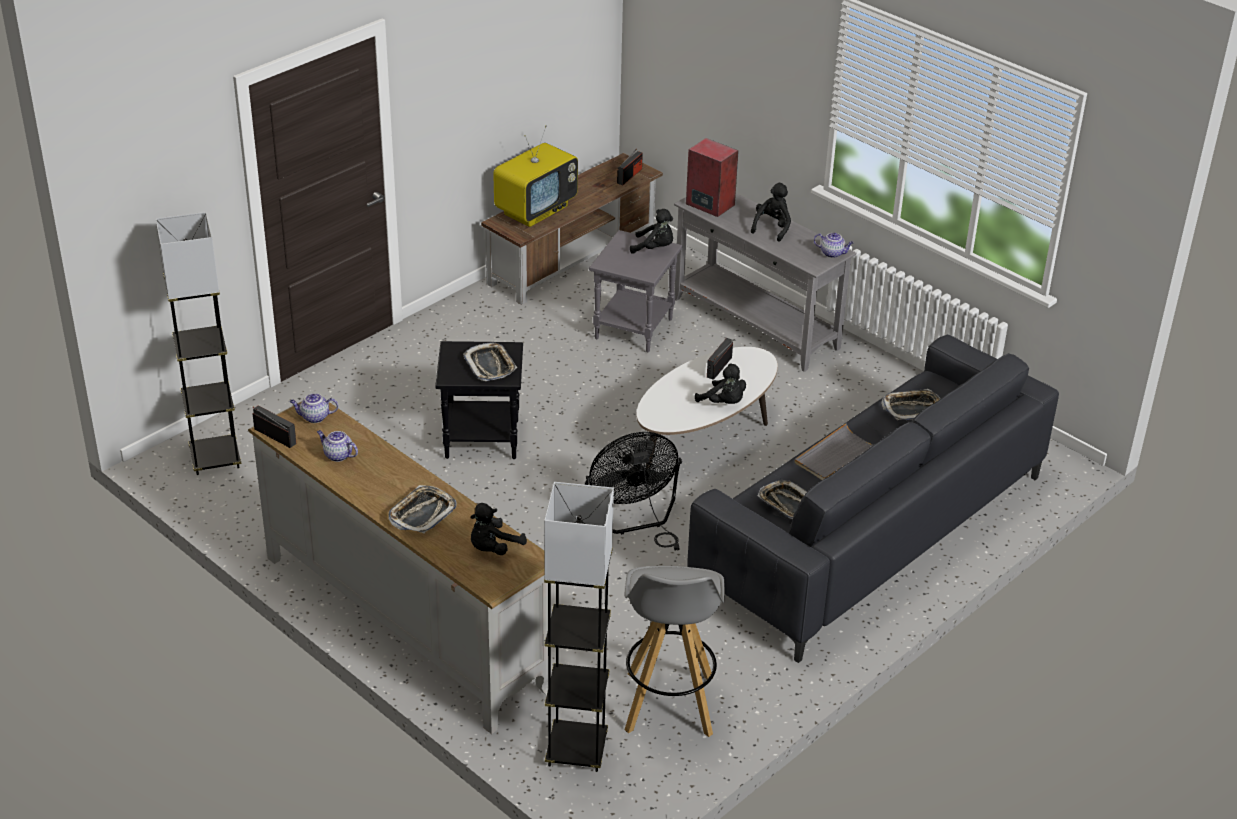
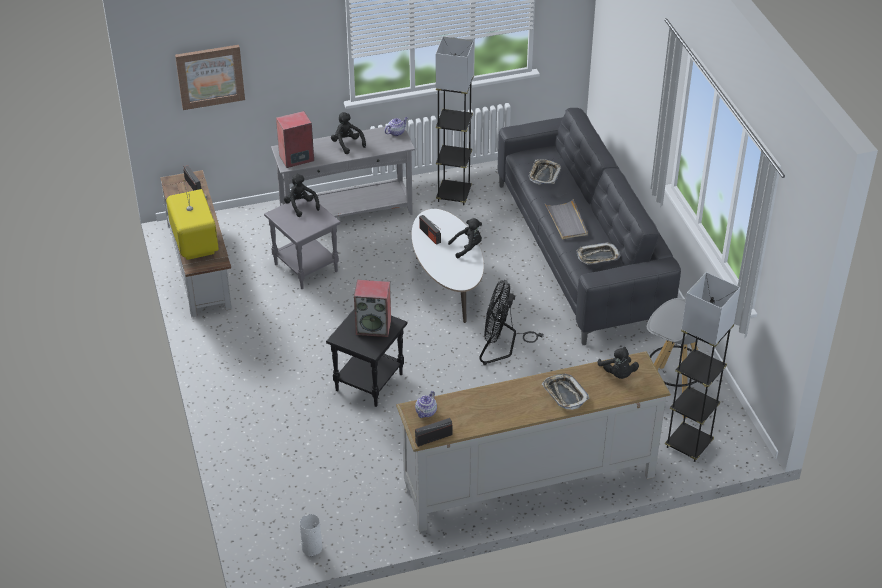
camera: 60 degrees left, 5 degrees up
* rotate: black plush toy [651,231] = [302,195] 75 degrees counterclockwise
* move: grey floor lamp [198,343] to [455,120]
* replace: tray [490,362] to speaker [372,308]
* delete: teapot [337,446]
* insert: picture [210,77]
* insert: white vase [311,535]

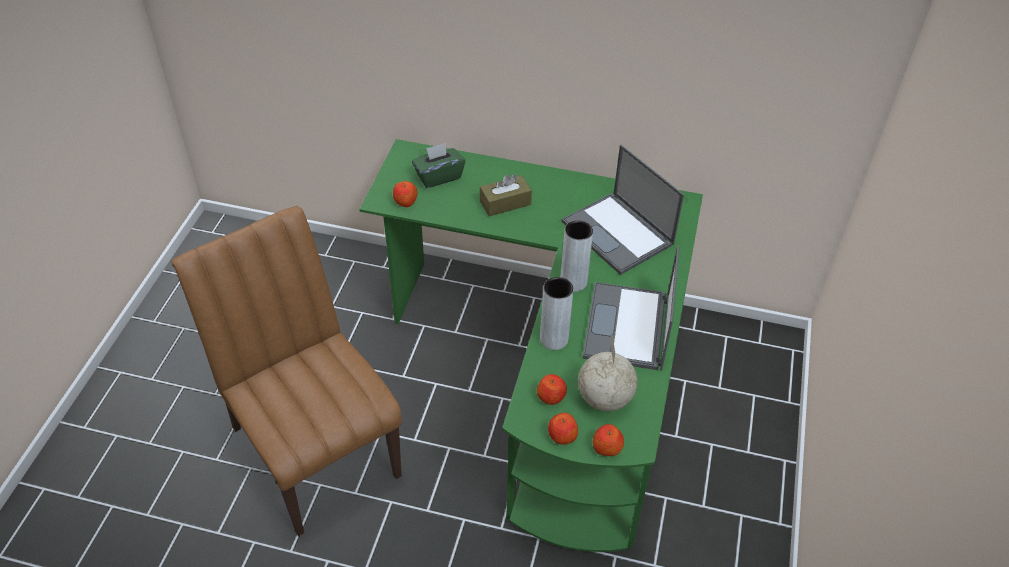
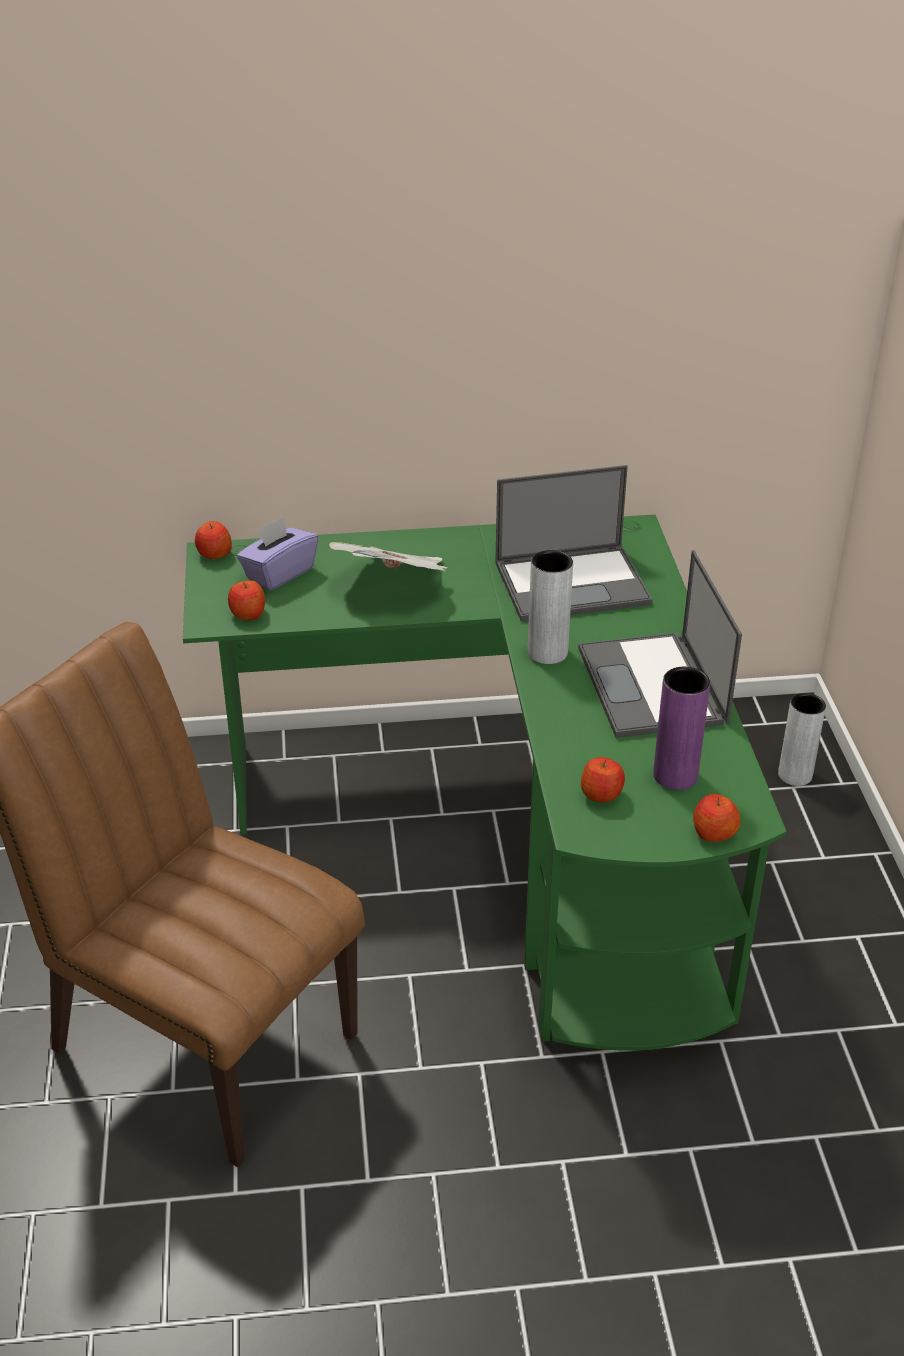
camera: 20 degrees left, 10 degrees down
* recolor: green tissue box [438,165] to purple tissue box [277,554]
* rotate: laptop [623,210] = [574,543] 45 degrees counterclockwise
* replace: brown tissue box [506,195] to newspaper [388,556]
* move: grey vase [556,313] to [802,739]
* replace: globe [607,372] to purple vase [681,728]
* move: apple [563,429] to [213,540]

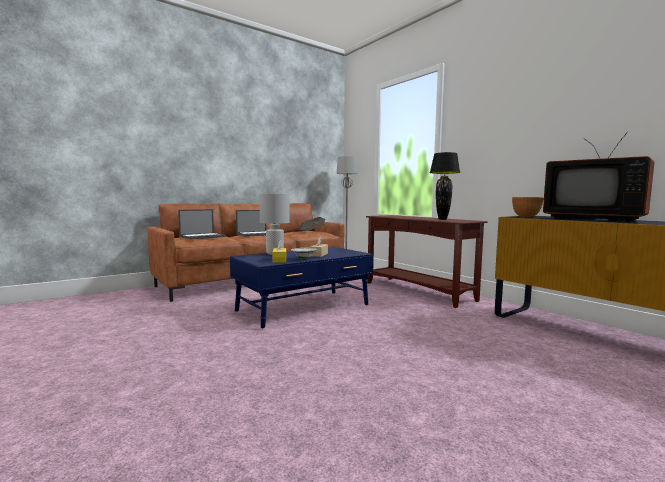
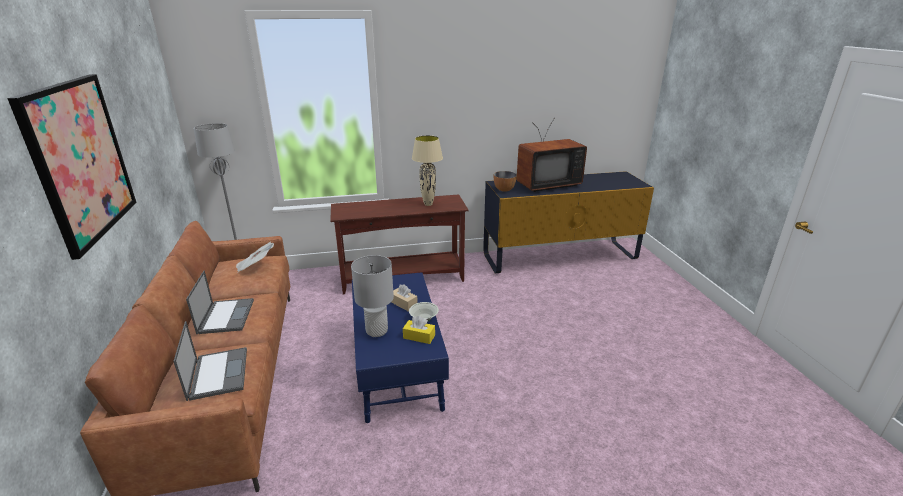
camera: 65 degrees left, 20 degrees up
* recolor: black table lamp [445,186] to beige table lamp [427,170]
* insert: picture [72,167]

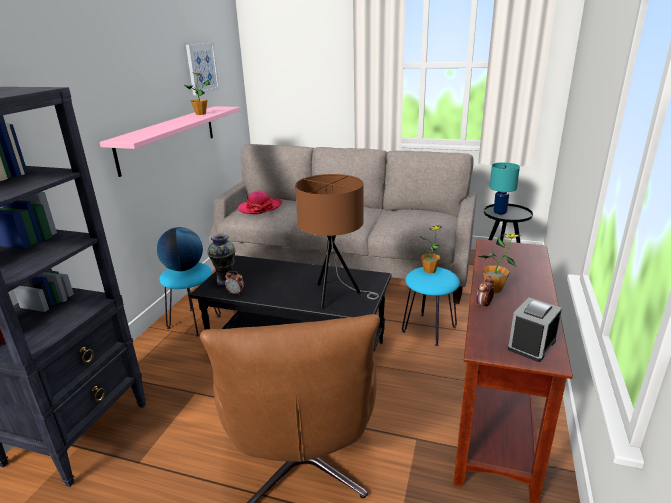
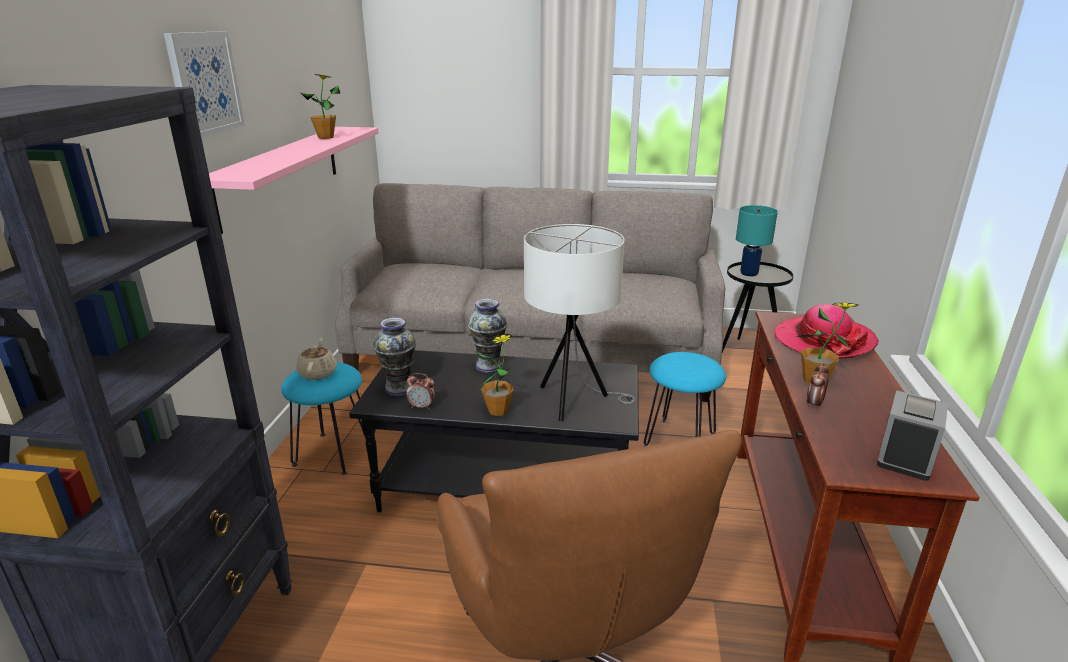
camera: 10 degrees left, 0 degrees up
* move: picture [203,69] to [204,84]
* recolor: brown table lamp [337,241] to white table lamp [580,322]
* move: hat [260,202] to [826,331]
* move: potted plant [430,249] to [494,374]
* replace: globe [180,249] to beige teapot [317,359]
* insert: vase [487,336]

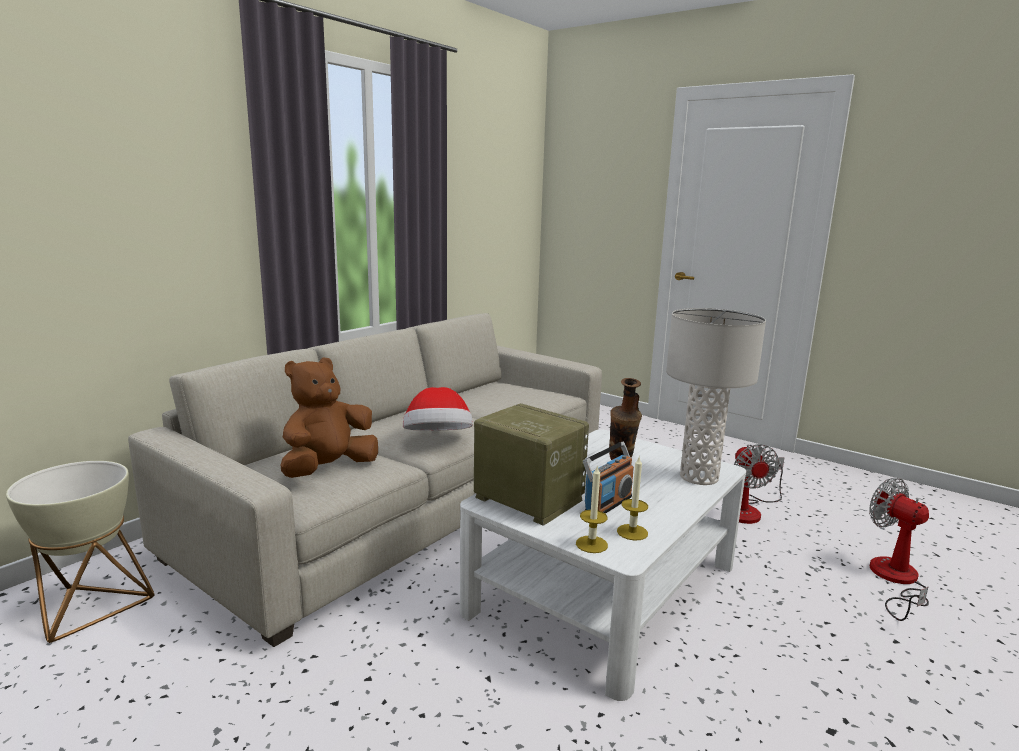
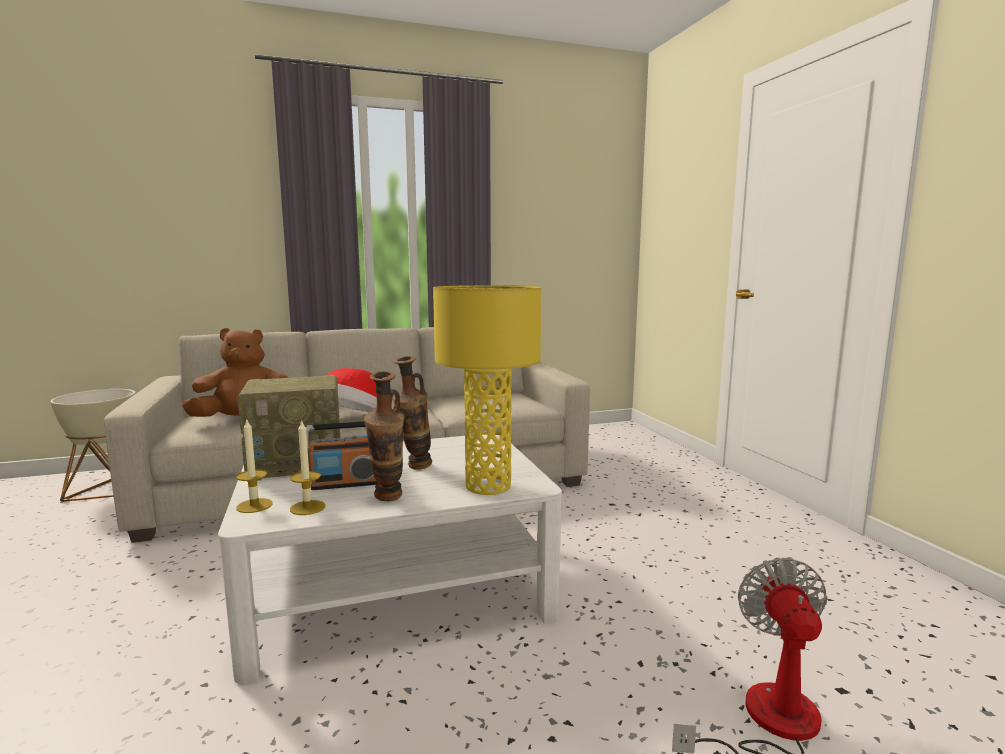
camera: 35 degrees right, 5 degrees down
* recolor: white table lamp [716,396] to yellow table lamp [487,390]
* rotate: radio [531,464] = [289,428] 90 degrees clockwise
* delete: fan [759,484]
* insert: vase [384,436]

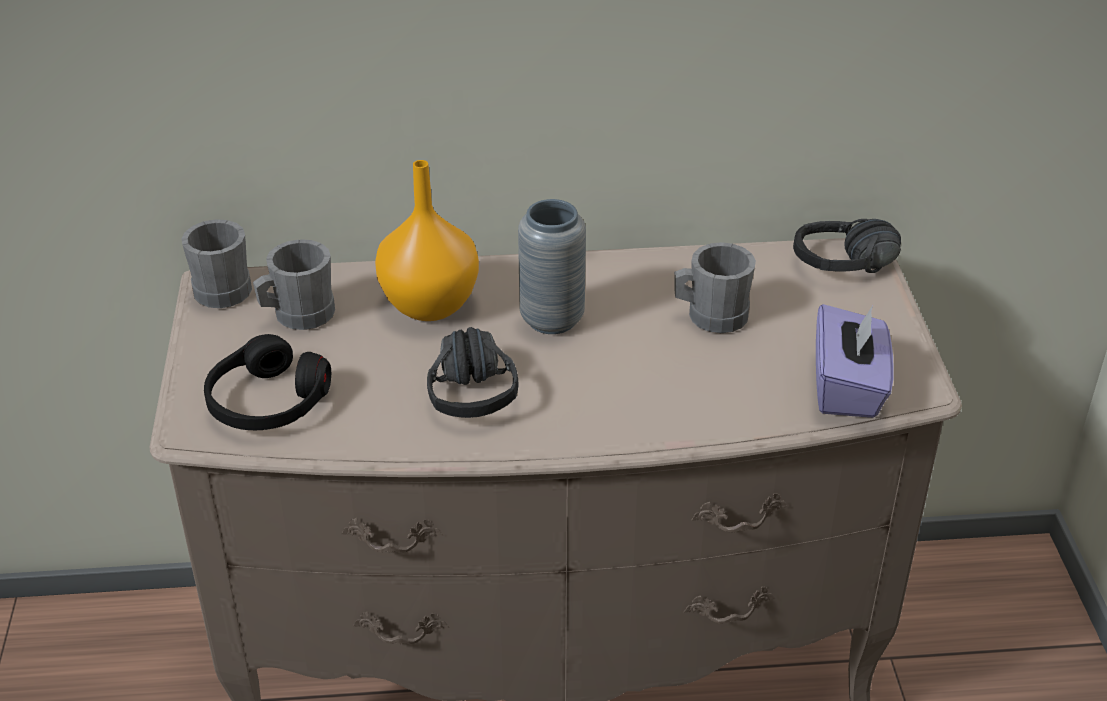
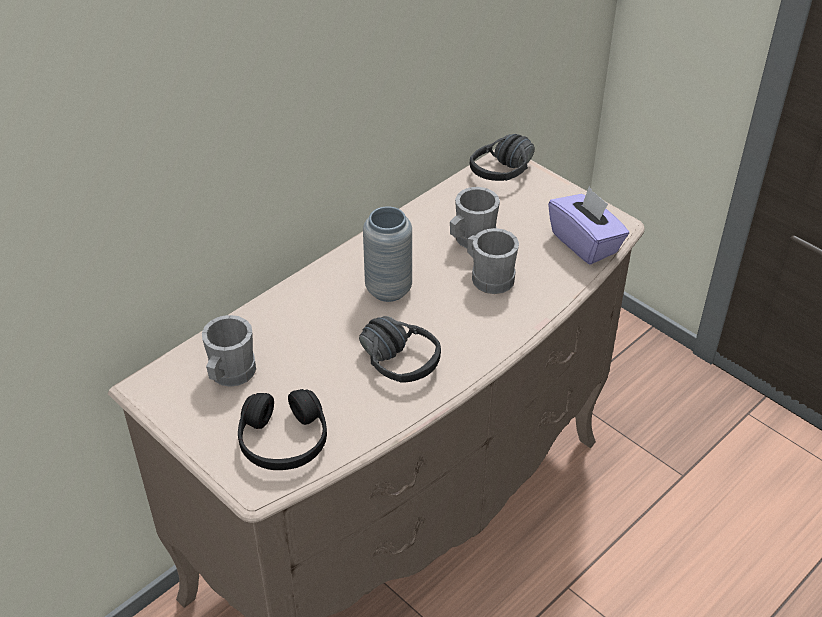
camera: 40 degrees left, 5 degrees up
* delete: orange vase [427,240]
* move: grey mug [216,263] to [493,261]

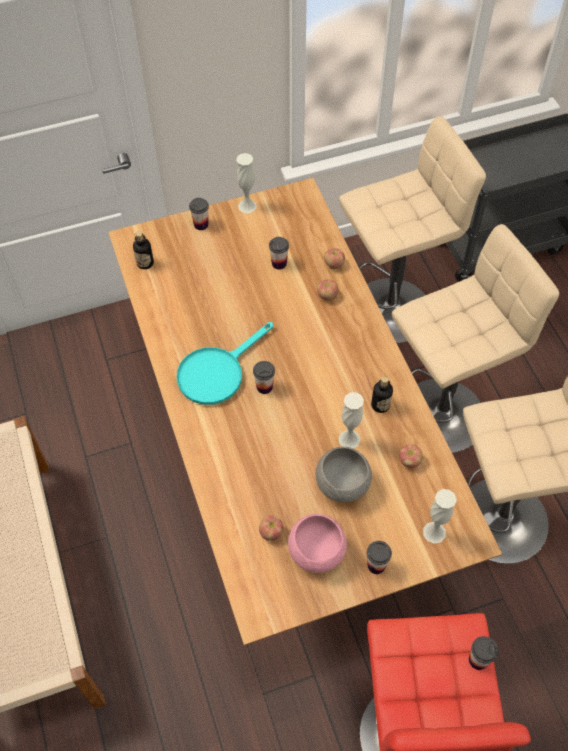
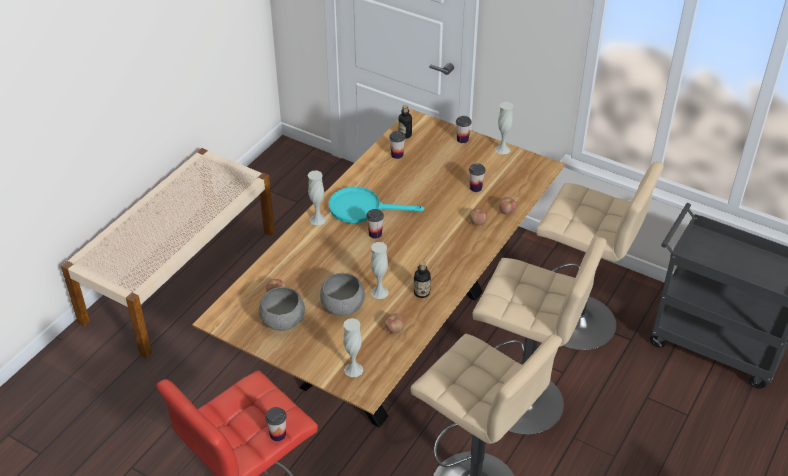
camera: 50 degrees right, 15 degrees down
* recolor: pink bowl [317,543] to grey bowl [282,309]
* move: cup [379,557] to [397,145]
* insert: white vase [317,198]

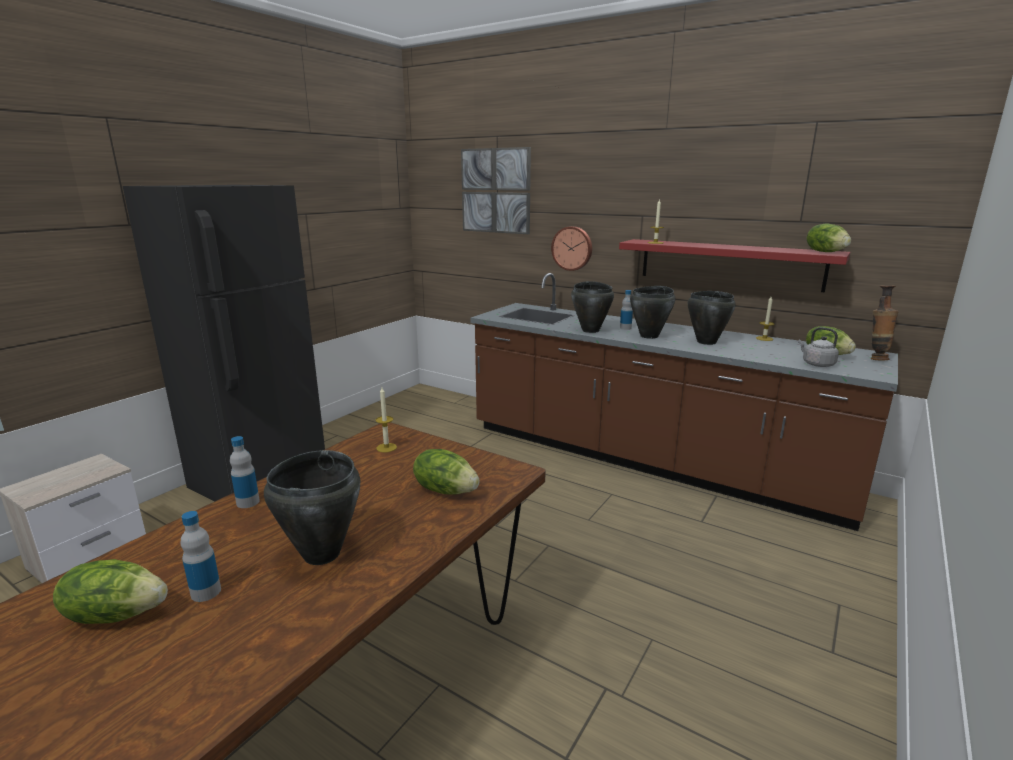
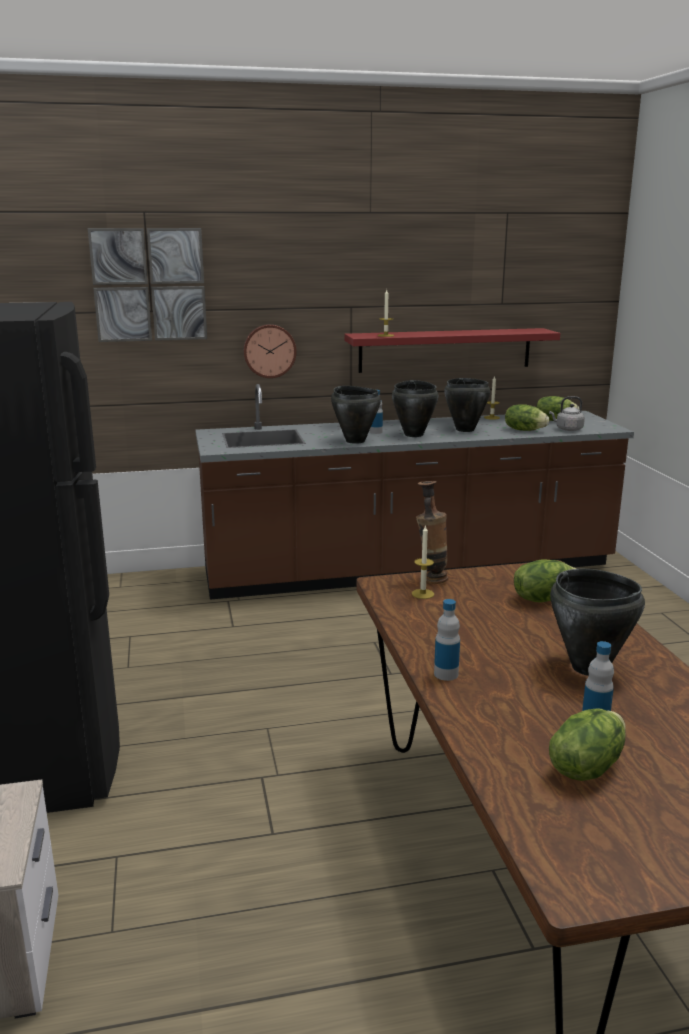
camera: 45 degrees left, 0 degrees up
* move: lettuce [828,238] to [527,417]
* move: vase [885,322] to [432,532]

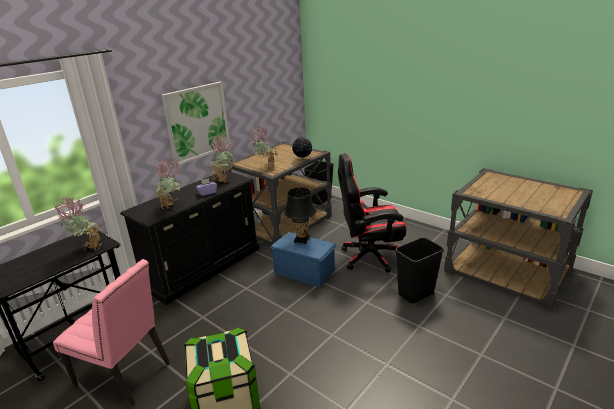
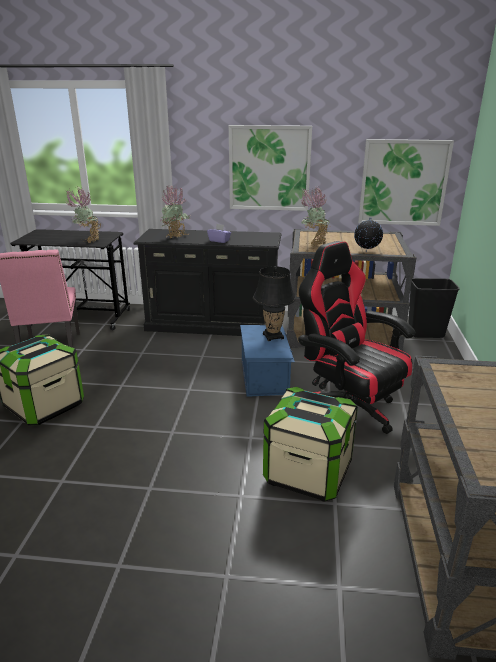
camera: 55 degrees right, 0 degrees up
* delete: potted plant [222,159]
* replace: black trash can [419,270] to storage box [310,444]
* insert: picture [406,182]

